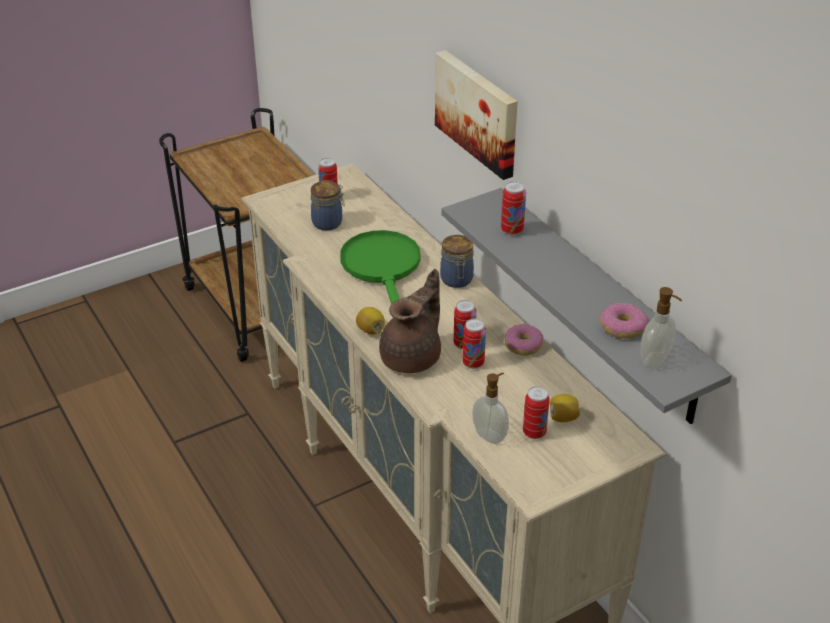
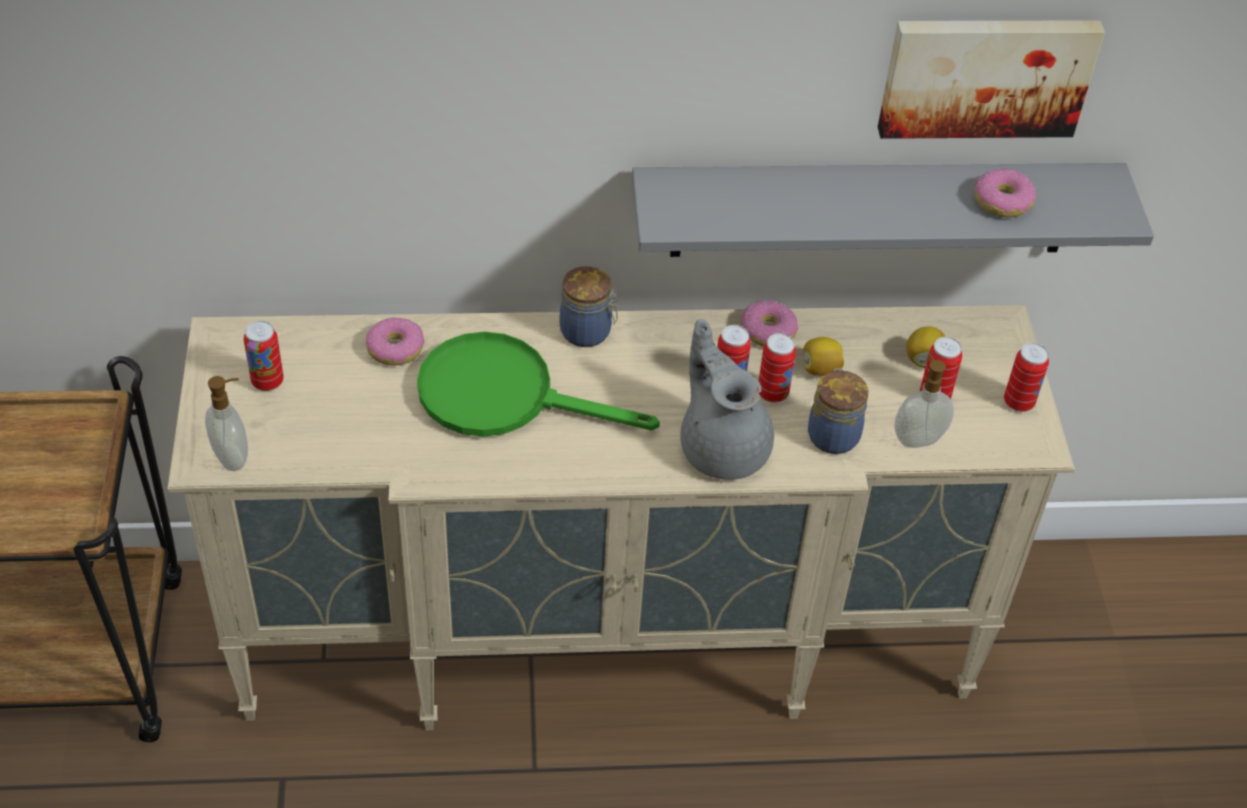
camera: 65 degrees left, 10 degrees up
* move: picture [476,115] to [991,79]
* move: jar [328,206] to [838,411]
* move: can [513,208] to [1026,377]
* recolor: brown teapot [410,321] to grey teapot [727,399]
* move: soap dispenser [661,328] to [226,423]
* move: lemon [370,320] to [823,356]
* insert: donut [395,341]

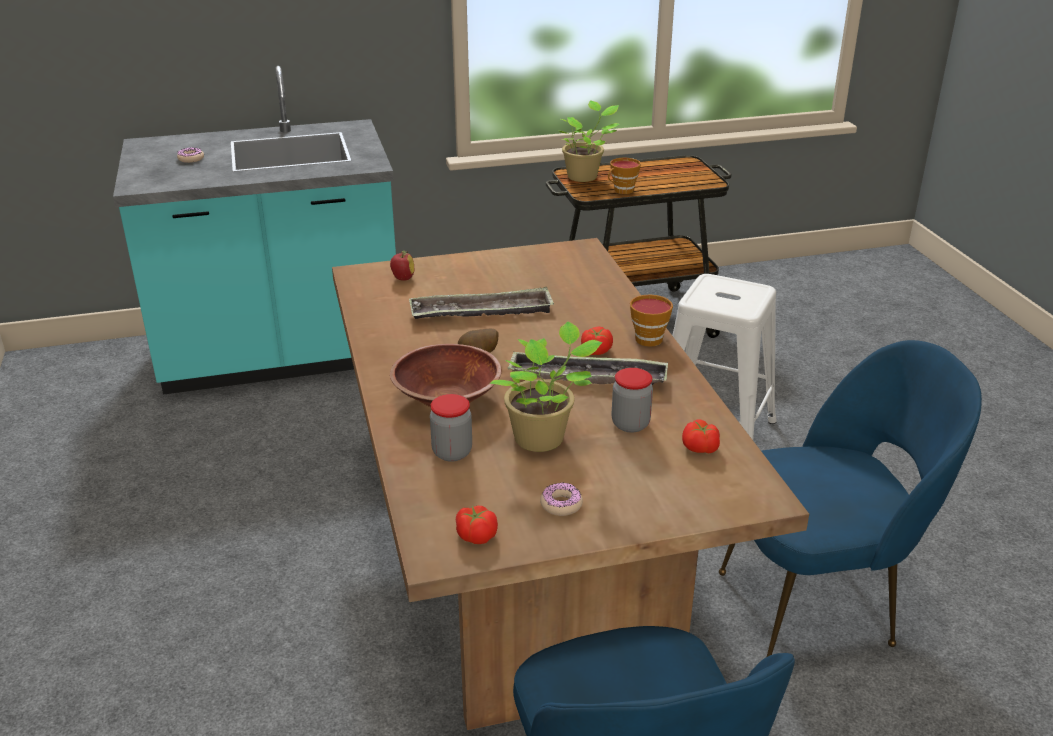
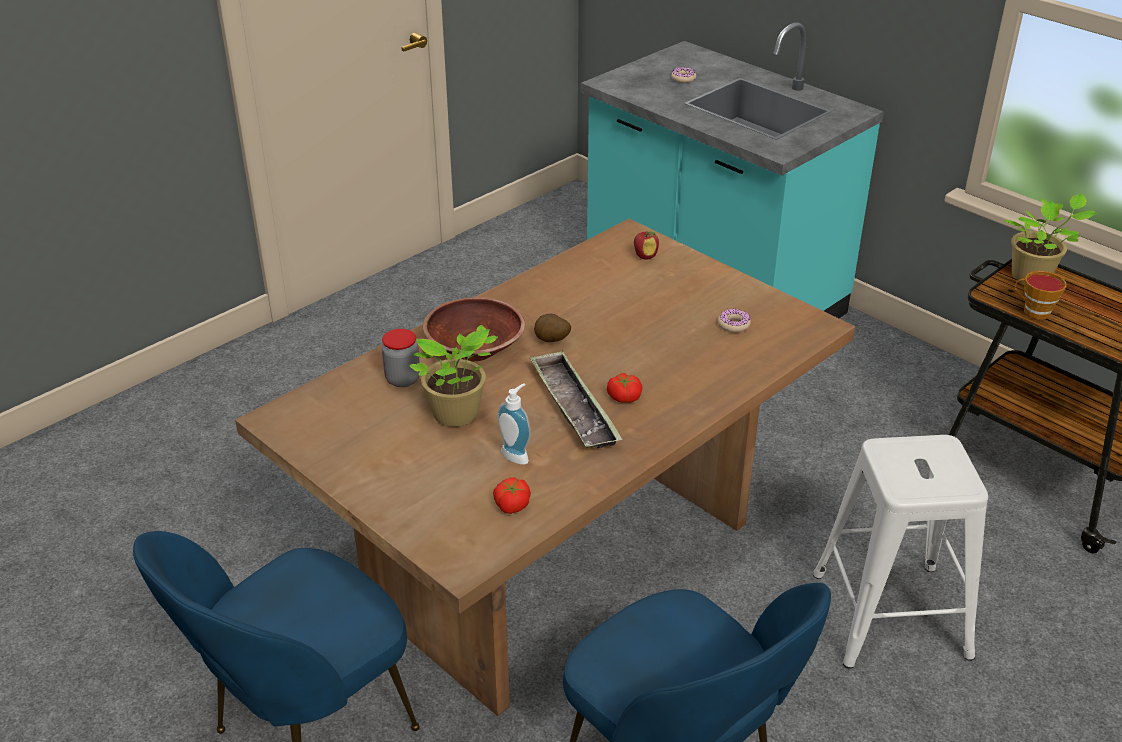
camera: 60 degrees right, 5 degrees up
* delete: tray [481,303]
* delete: cup [651,320]
* replace: jar [632,400] to soap dispenser [514,424]
* move: donut [561,499] to [734,321]
* delete: tomato [477,525]

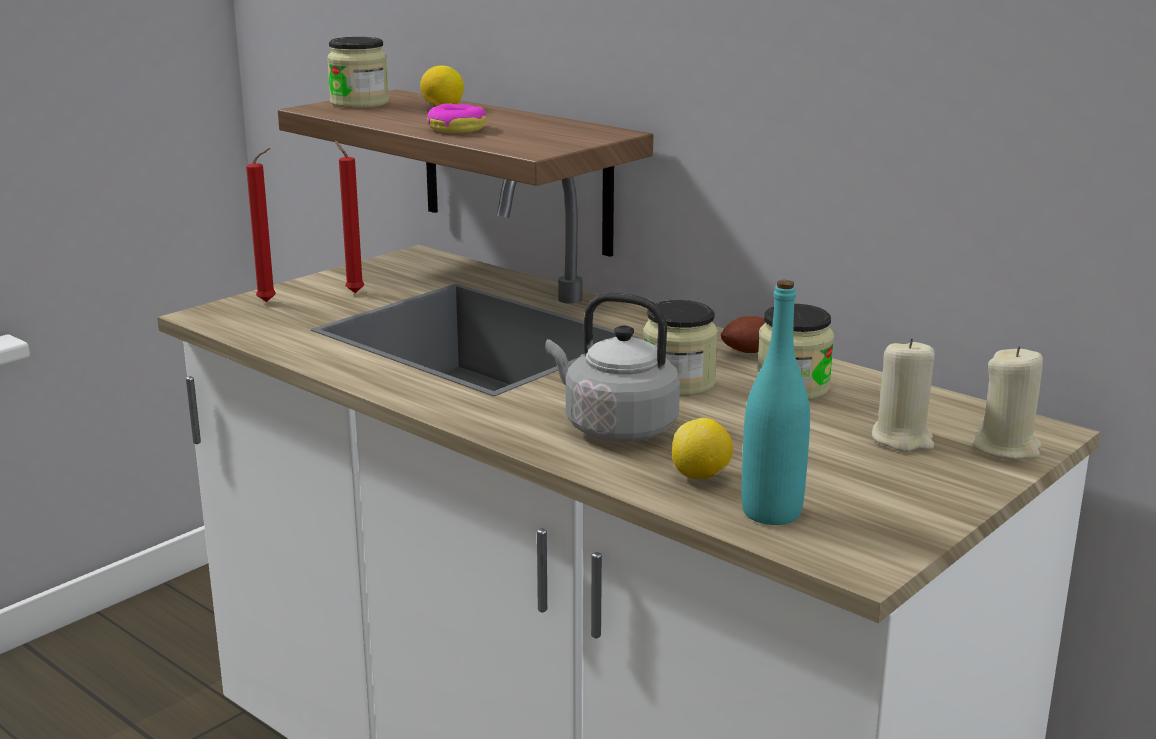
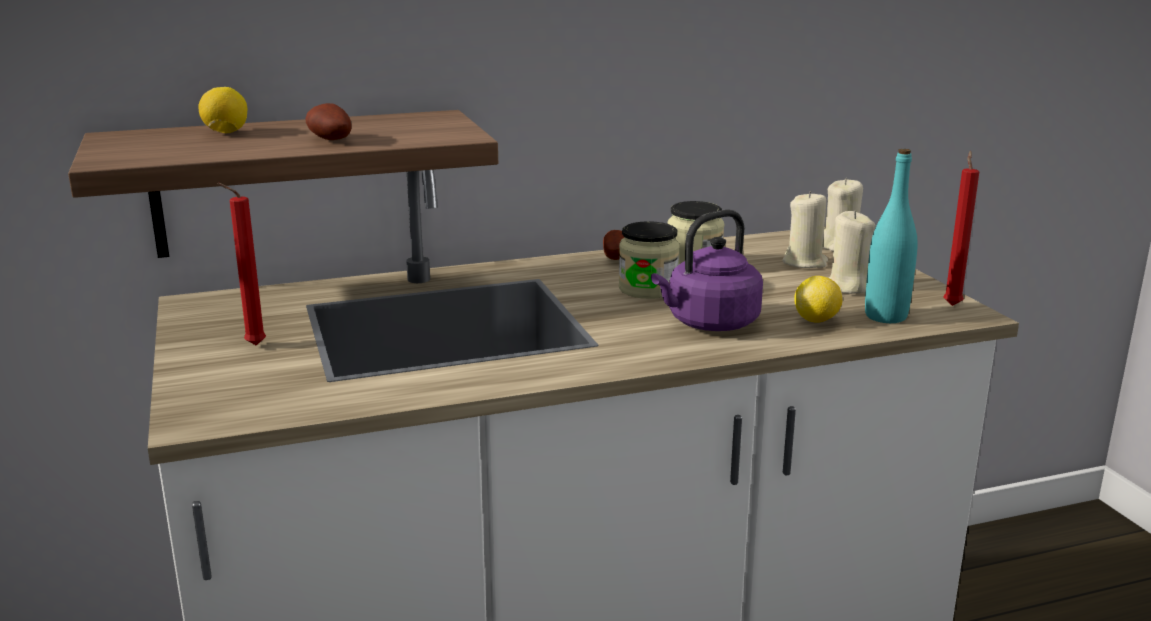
camera: 60 degrees left, 0 degrees up
* delete: jar [358,72]
* replace: donut [456,118] to potato [328,121]
* move: red candle [261,225] to [961,228]
* recolor: grey kettle [612,367] to purple kettle [707,270]
* insert: beige candle [852,252]

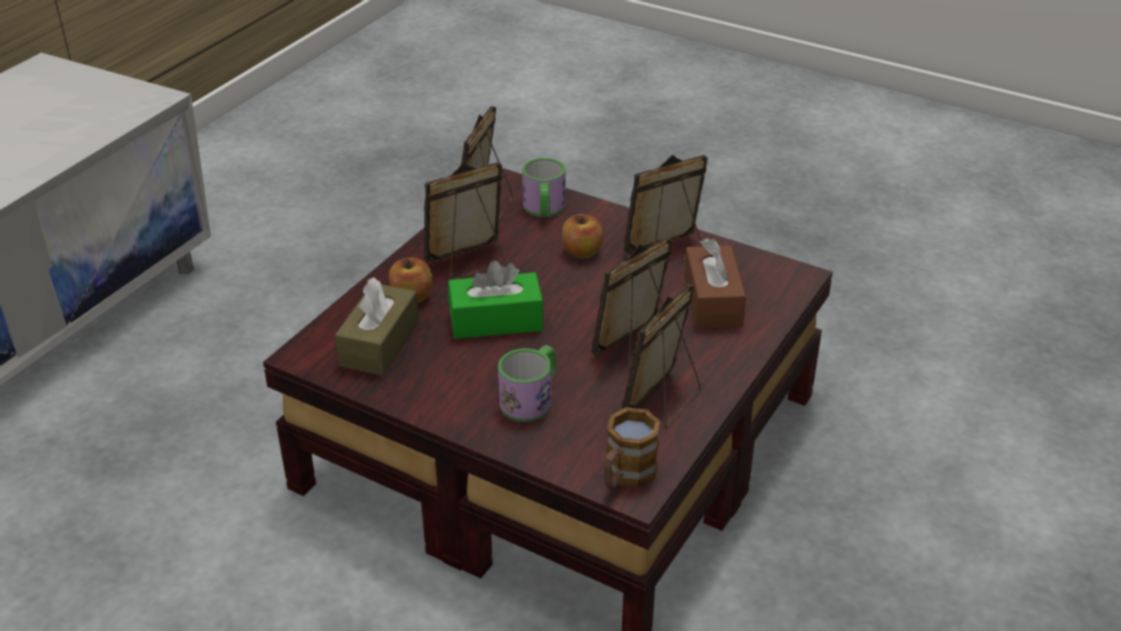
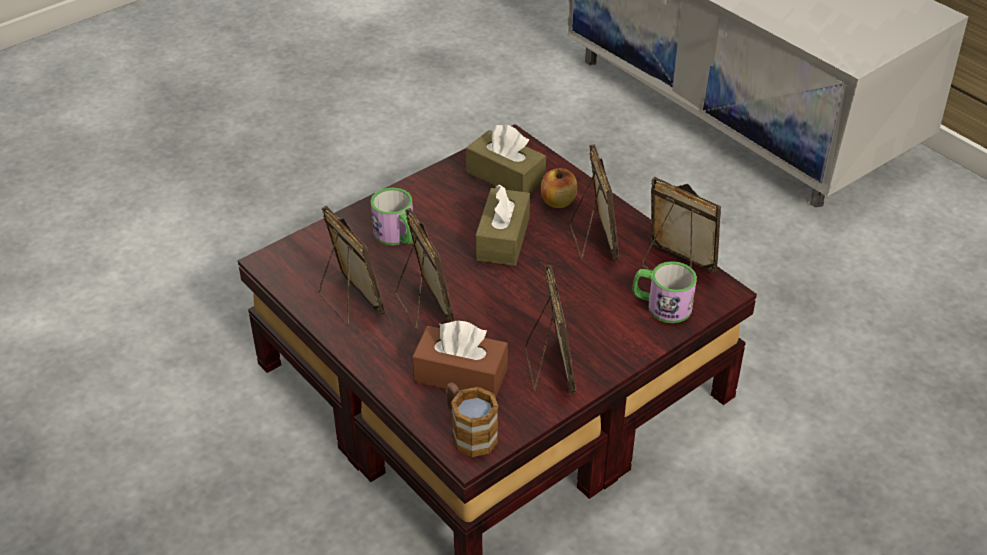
camera: 110 degrees right, 5 degrees up
* delete: apple [582,236]
* recolor: green tissue box [496,299] to brown tissue box [502,225]
* move: mug [632,448] to [472,420]

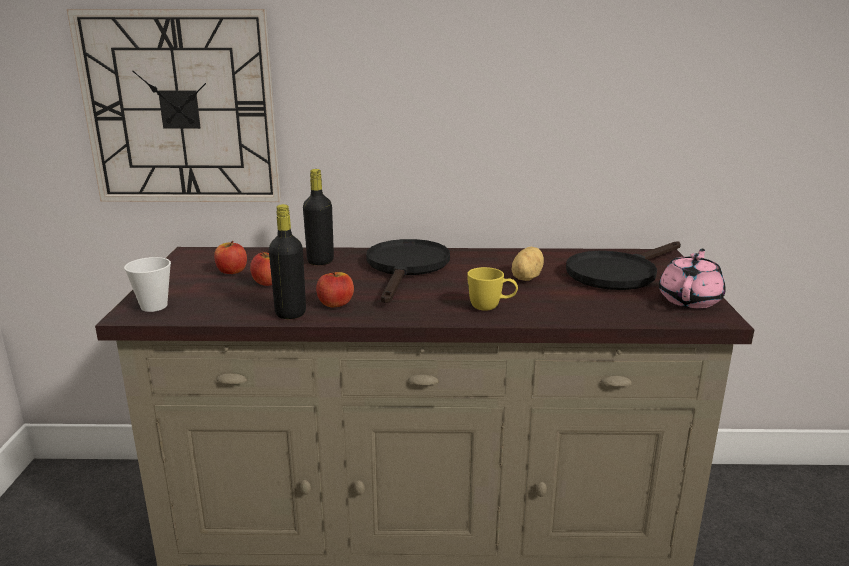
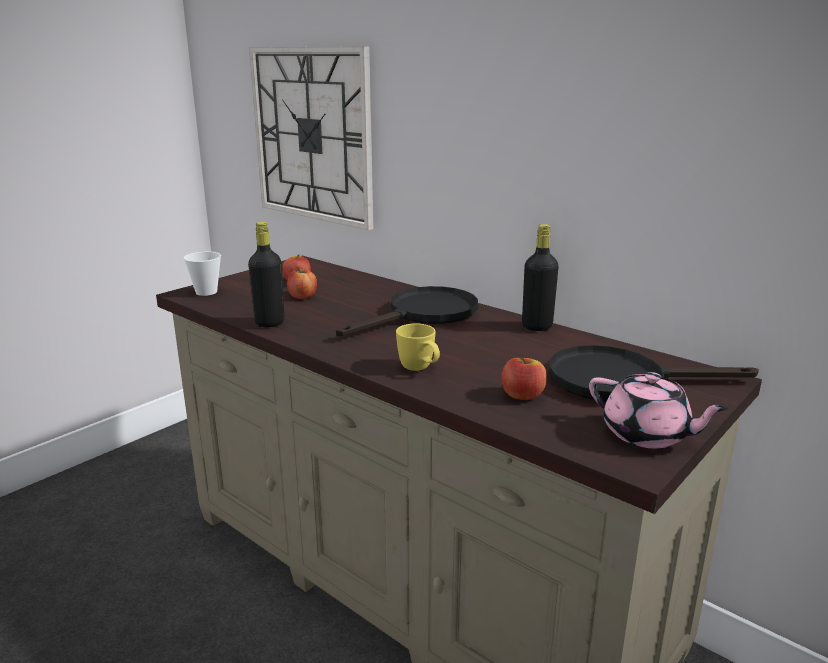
camera: 40 degrees right, 0 degrees up
* move: black bottle [318,217] to [540,277]
* delete: potato [527,264]
* rotate: pink teapot [692,278] = [659,410] 60 degrees clockwise
* move: apple [335,289] to [524,378]

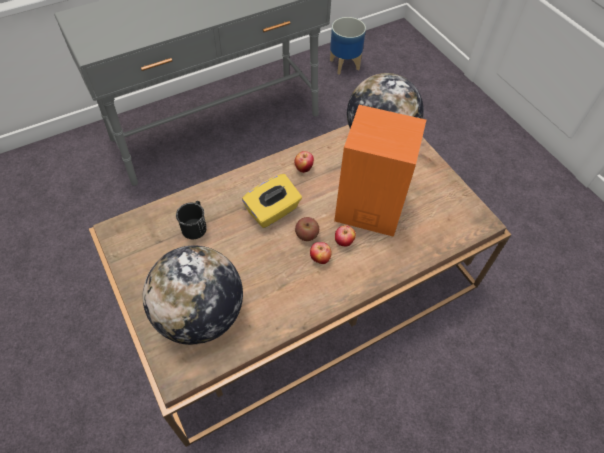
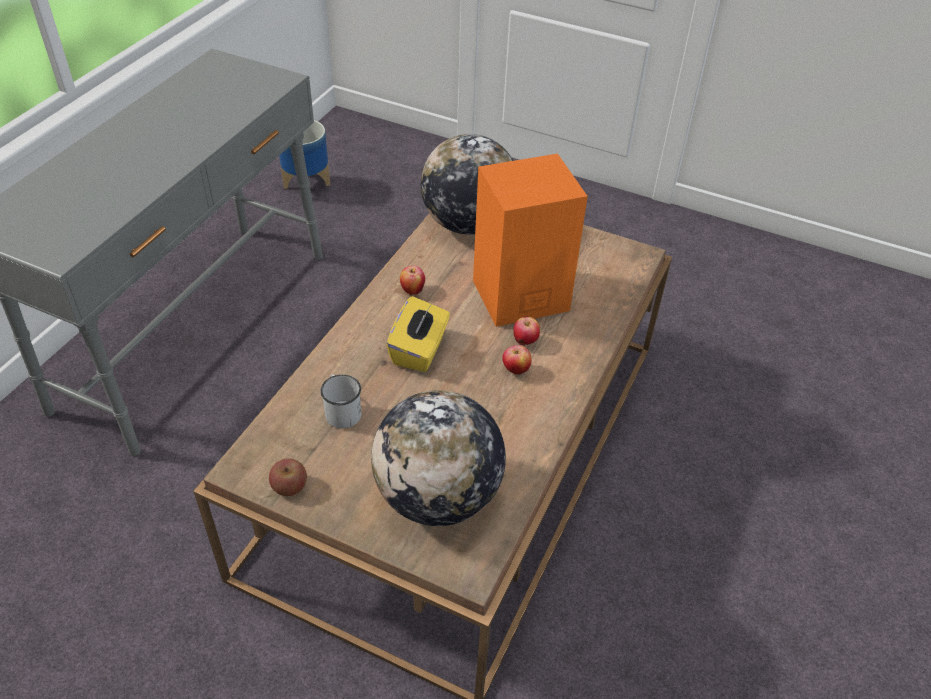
camera: 35 degrees left, 10 degrees down
* recolor: black mug [191,220] to white mug [341,401]
* move: apple [307,229] to [288,477]

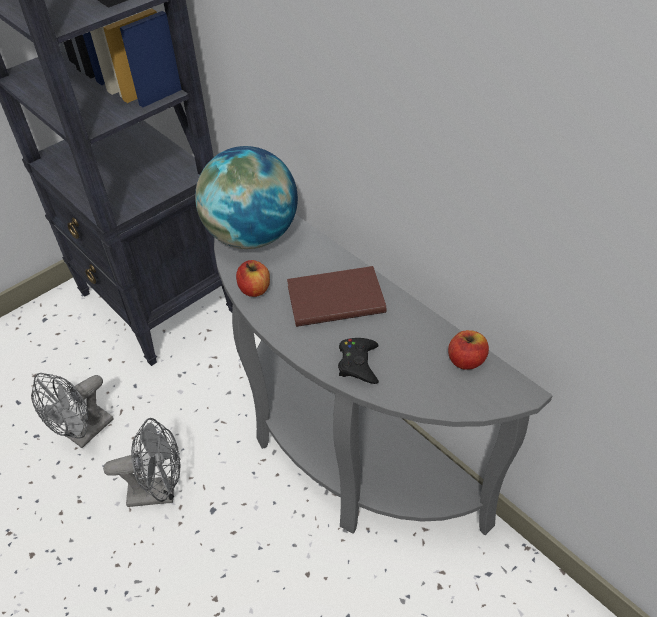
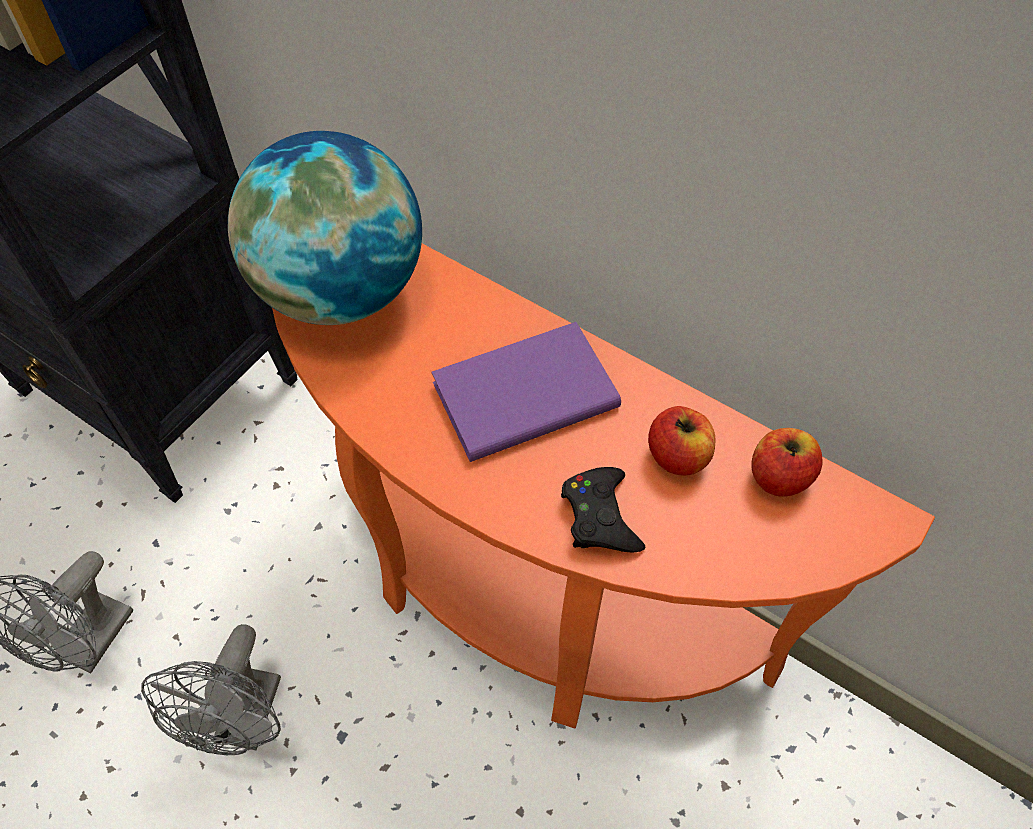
camera: 15 degrees left, 10 degrees up
* recolor: grey console table [383,374] to orange console table [603,486]
* move: apple [253,278] to [681,440]
* recolor: brown book [337,296] to purple book [526,392]
* rotate: grey fan [142,462] = [211,689] 120 degrees clockwise

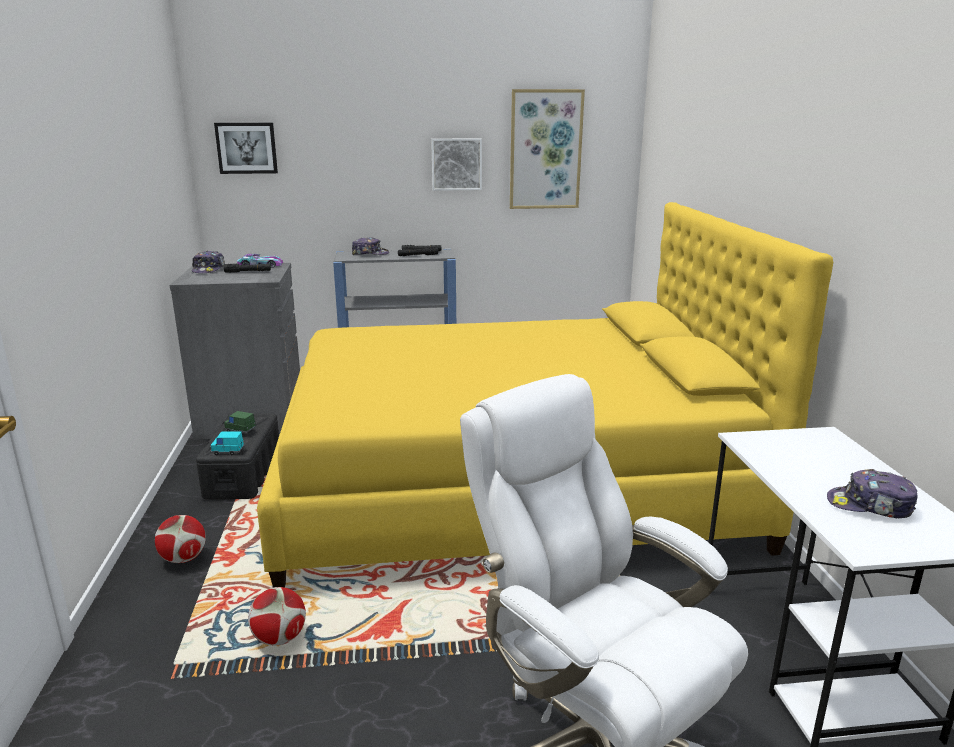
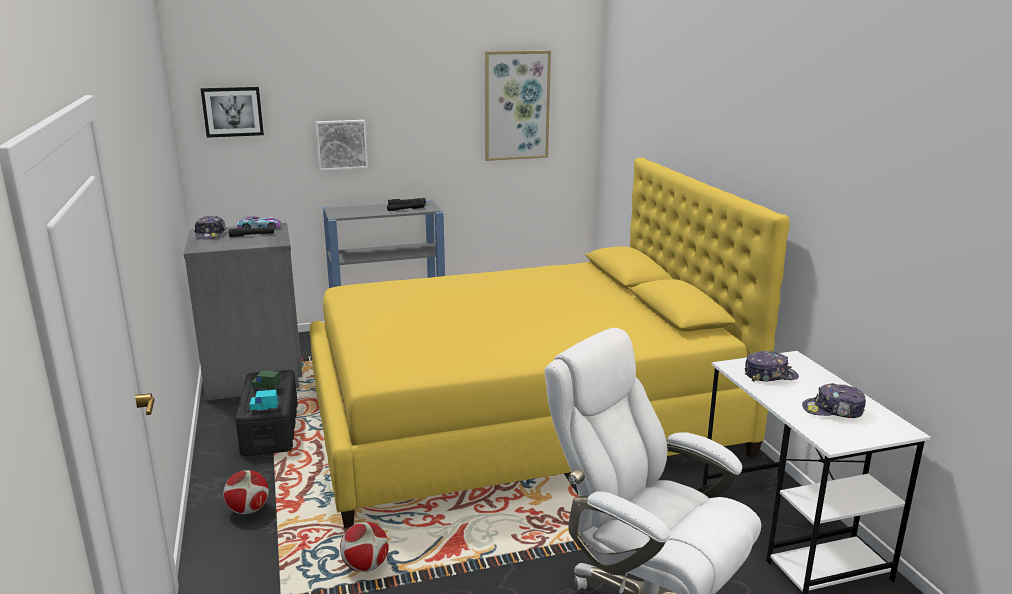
camera: 10 degrees left, 0 degrees up
* move: picture [456,164] to [342,145]
* move: cap [370,246] to [771,366]

